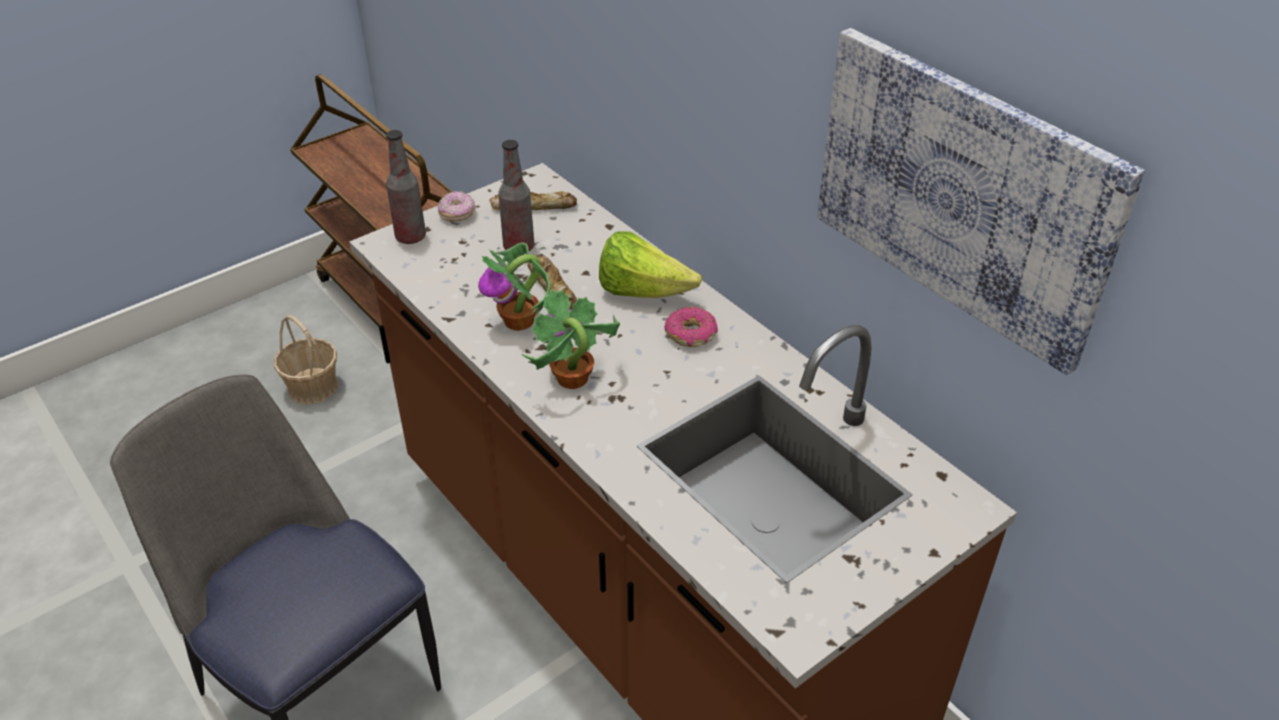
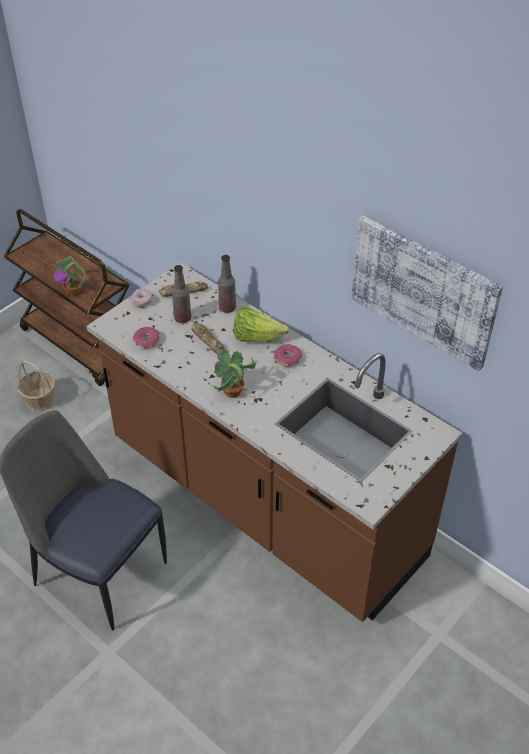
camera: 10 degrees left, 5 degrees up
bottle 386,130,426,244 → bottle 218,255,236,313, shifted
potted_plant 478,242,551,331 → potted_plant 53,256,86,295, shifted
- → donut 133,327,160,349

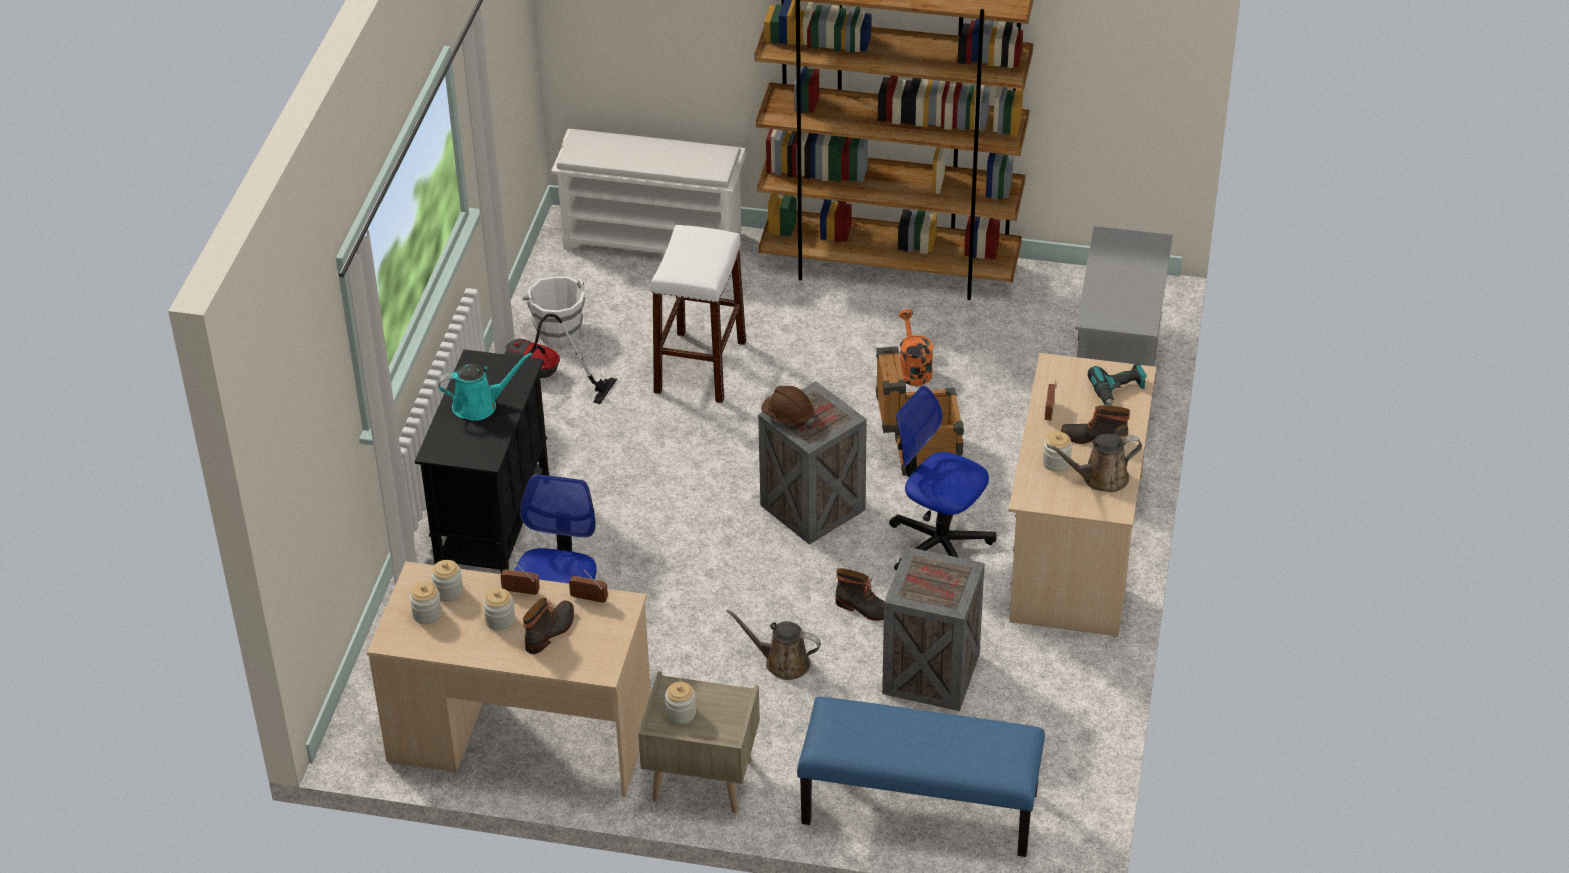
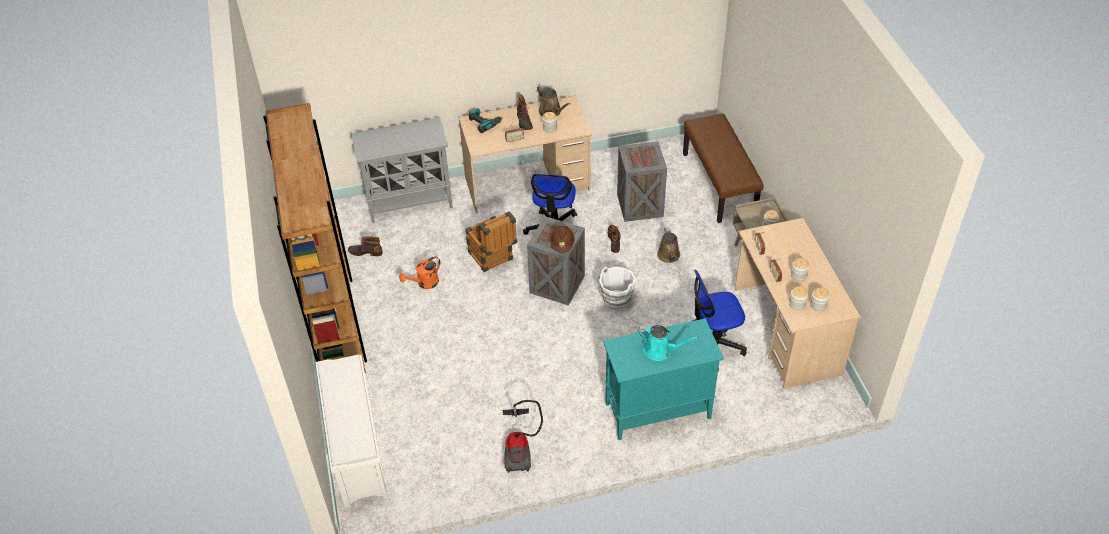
camera: 115 degrees left, 5 degrees up
white_stool 651,225,746,403 → -
white_bucket 522,276,585,345 → white_bucket 597,267,636,310, shifted
black_cabinet 415,349,549,573 → turquoise_cabinet 603,318,724,440
turquoise_watering_can 438,353,532,421 → turquoise_watering_can 637,325,699,361, 150 degrees clockwise
boot 523,598,574,654 → boot 348,236,383,256, shifted
blue_bench 797,697,1045,857 → brown_bench 683,113,763,223

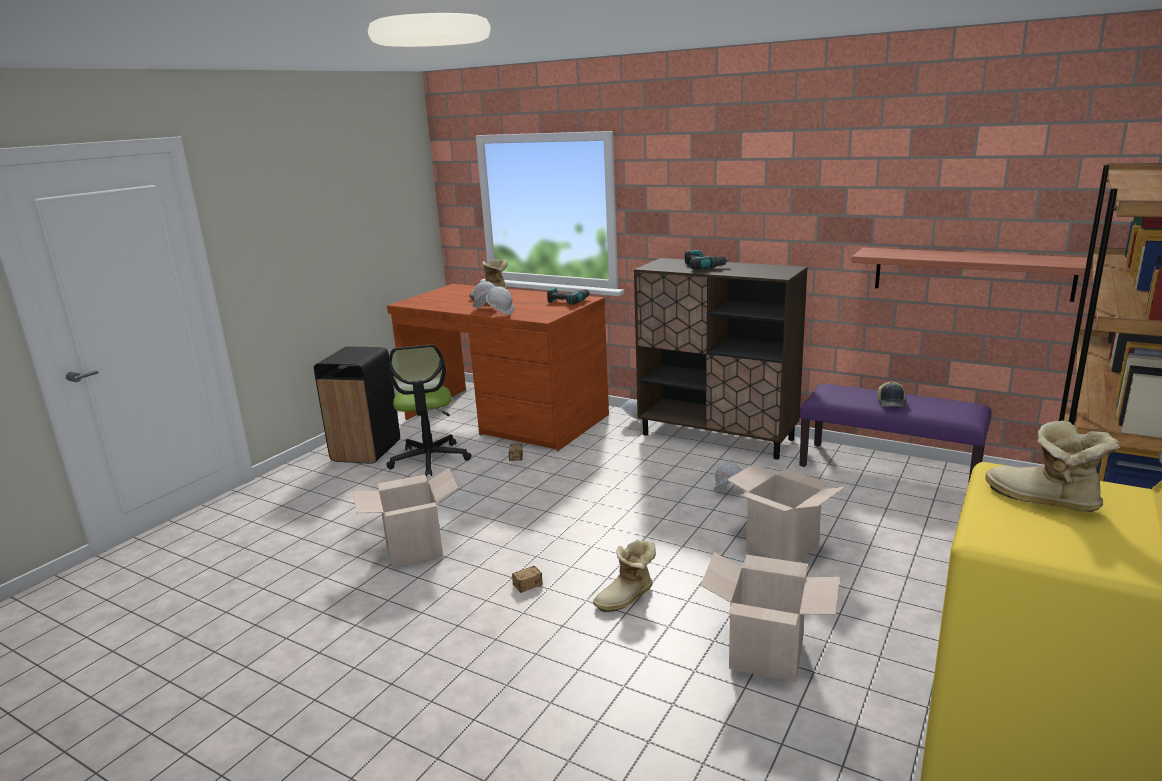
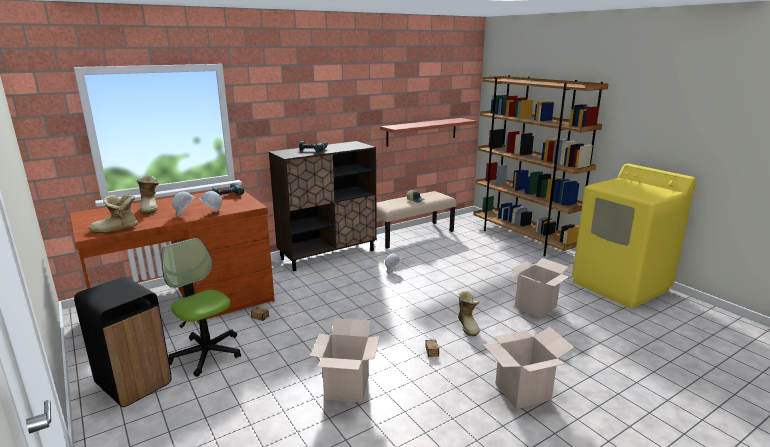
camera: 65 degrees left, 0 degrees up
office_chair 386,345,472,477 → office_chair 162,238,241,377, 150 degrees counterclockwise
purple_bench 799,384,992,484 → beige_bench 376,191,457,249
boot 985,421,1119,512 → boot 89,194,138,233, shifted
cardboard_box 727,463,845,562 → cardboard_box 482,327,574,409, shifted

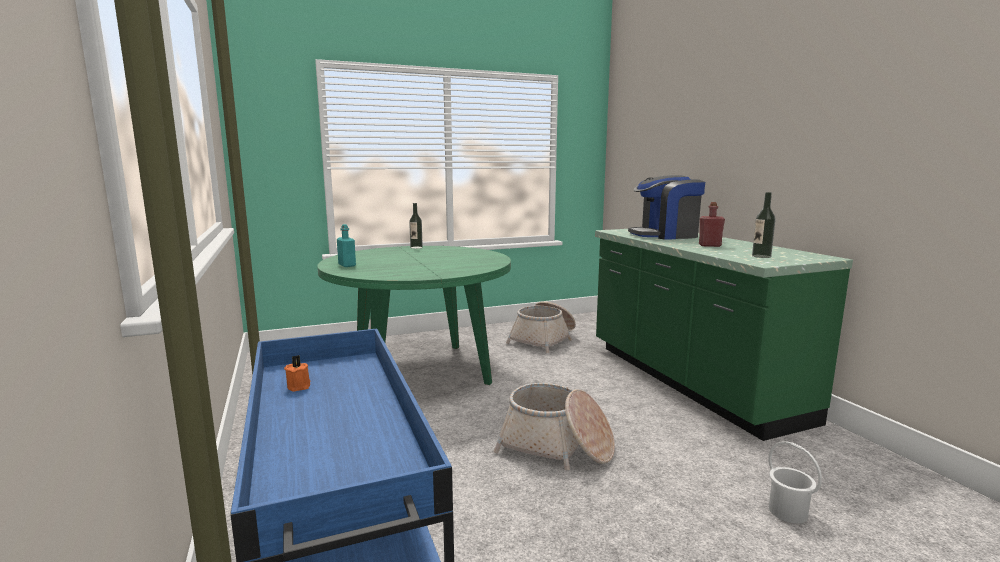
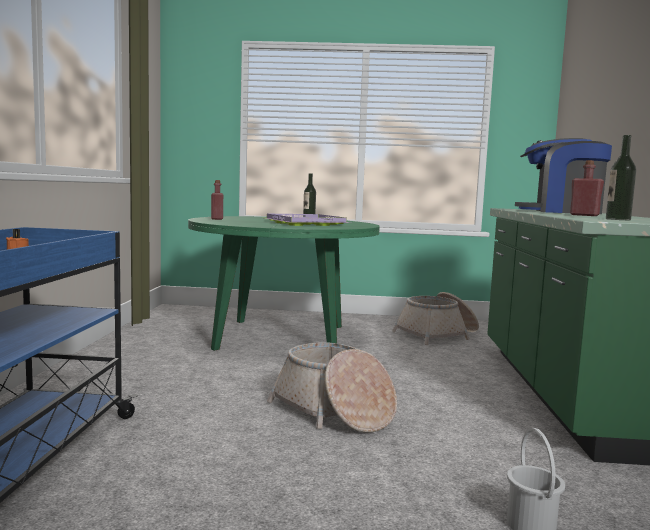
camera: 25 degrees right, 5 degrees down
turquoise_bottle 337,224,356,267 → red_bottle 211,180,223,220
- → purple_tray 265,214,351,226

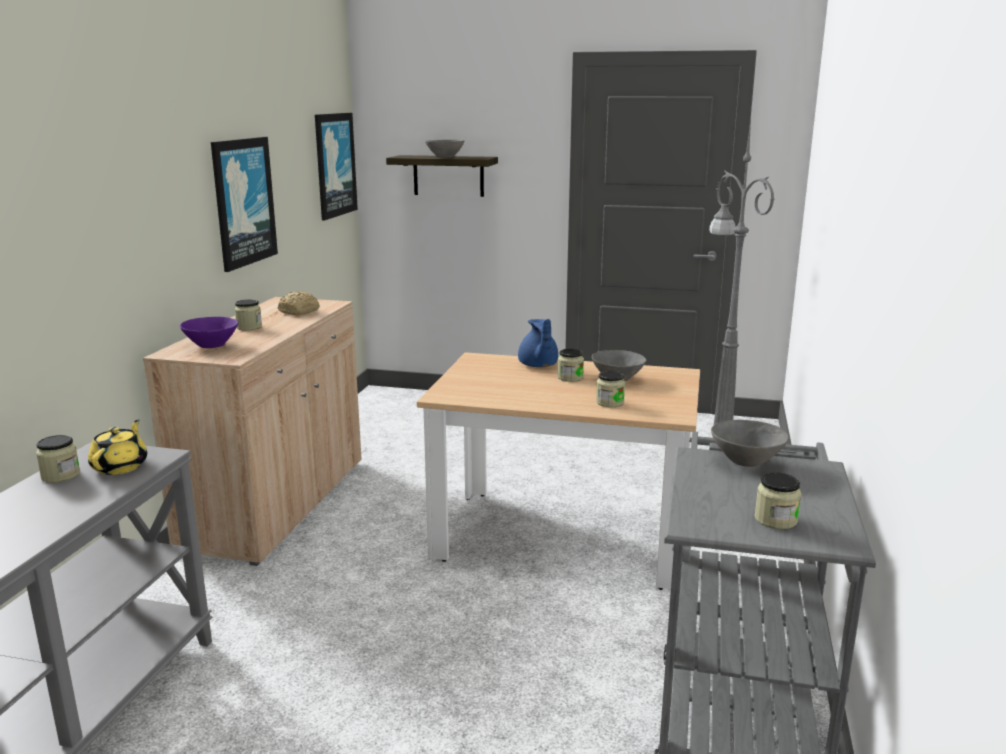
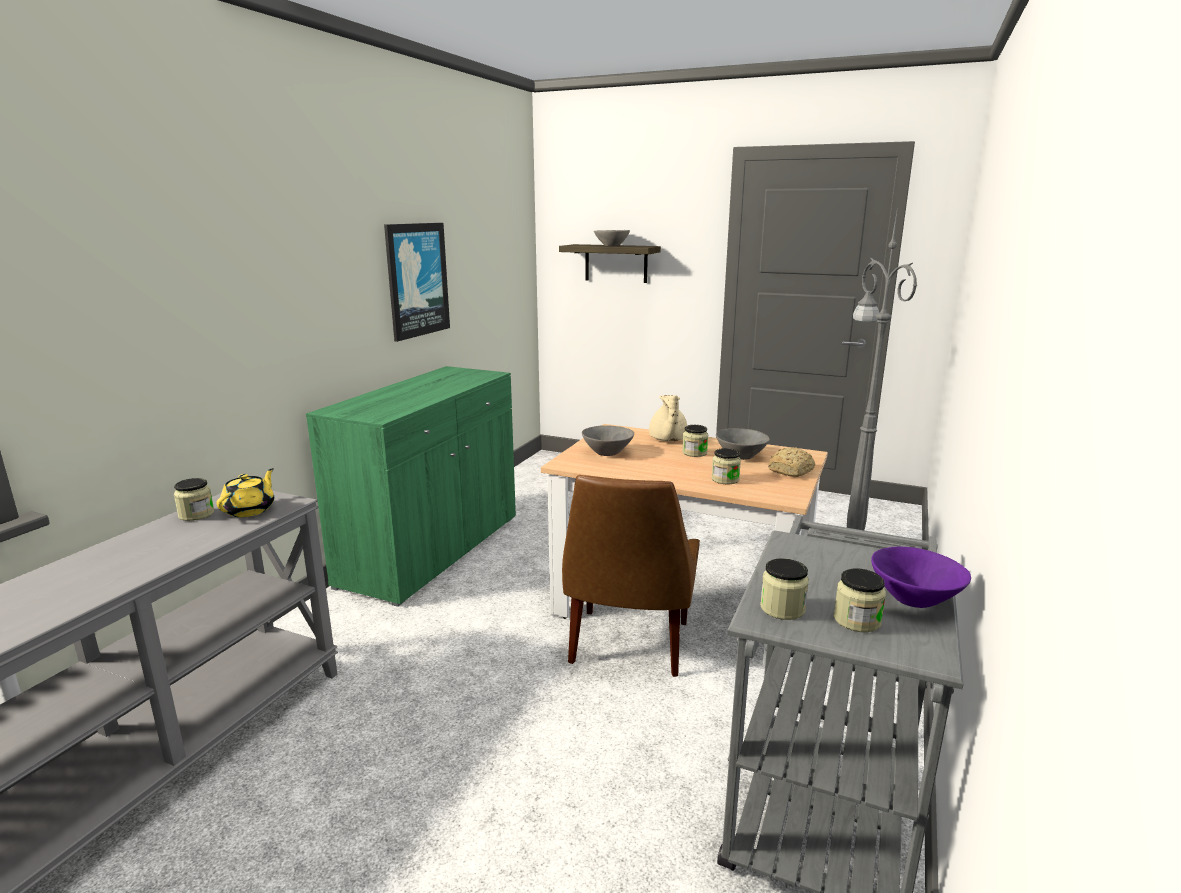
camera: 10 degrees right, 0 degrees up
picture 315,113,358,220 → -
bread 278,291,320,315 → bread 768,447,815,477, shifted
beige_cabinet 143,297,361,566 → green_cabinet 306,366,516,607
jar 234,299,262,331 → jar 760,558,809,620, shifted
purple_bowl 180,317,238,348 → purple_bowl 871,547,971,608, shifted
blue_teapot 518,319,558,367 → beige_teapot 649,395,687,441
grey_bowl 711,420,789,467 → grey_bowl 582,425,634,456, shifted
- → brown_chair 562,475,700,677

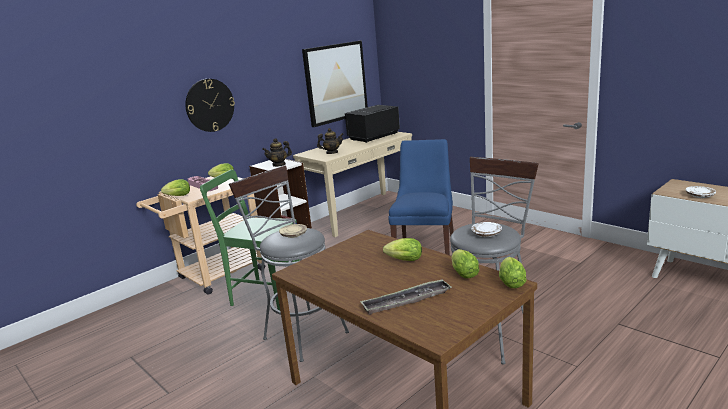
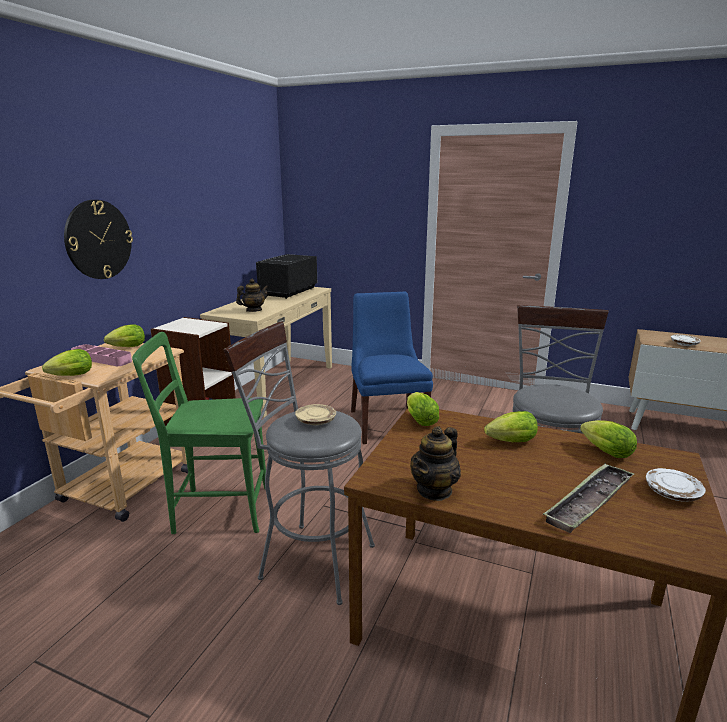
camera: 25 degrees left, 0 degrees up
picture 302,41,368,127 → -
teapot 262,138,292,167 → teapot 410,426,461,501, shifted
white_plate 471,222,502,237 → white_plate 646,468,706,502, shifted
lettuce 499,257,527,288 → lettuce 407,392,439,426, shifted

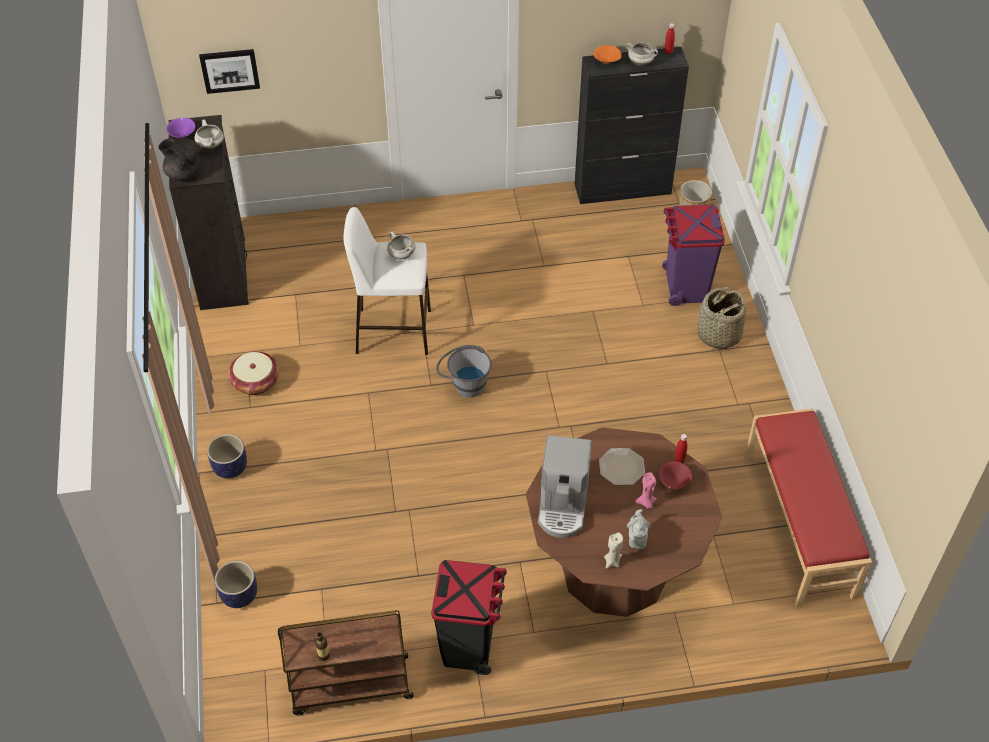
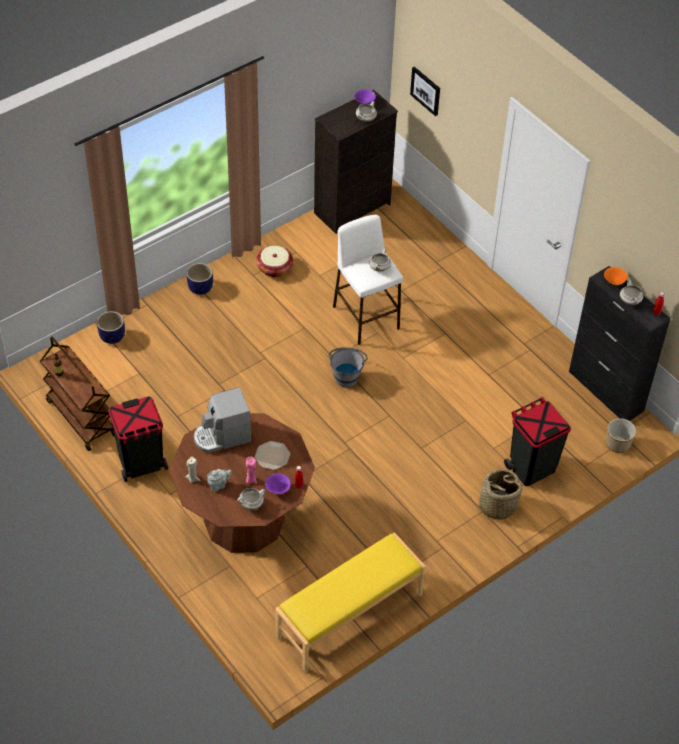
camera: 60 degrees right, 0 degrees up
black_teapot 158,138,201,181 → -
purple_trash_can 662,205,725,306 → black_trash_can 504,397,571,486
red_bench 745,408,872,607 → yellow_bench 275,532,426,673
red_bowl 659,461,692,489 → purple_bowl 265,473,291,494
- → white_cooking_pot 237,488,266,510

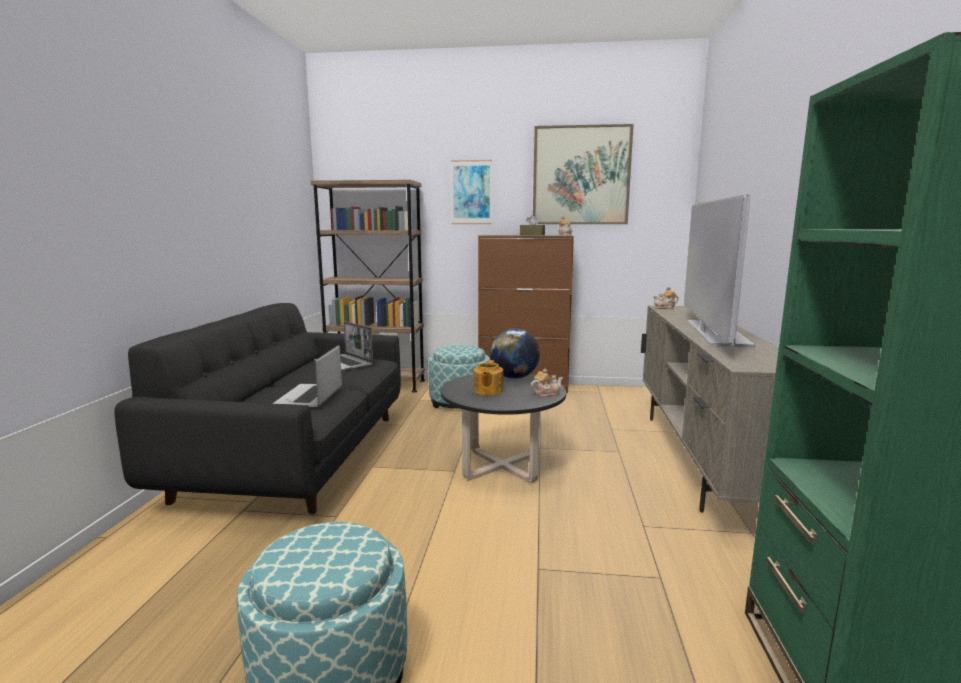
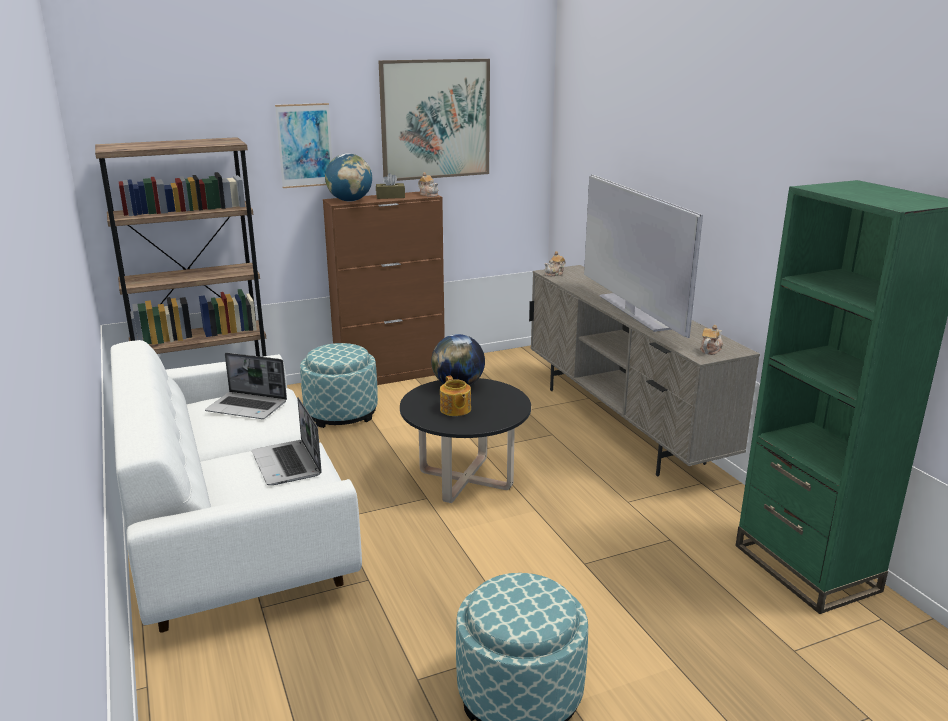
camera: 30 degrees left, 10 degrees up
black_sofa 114,303,401,514 → white_sofa 111,340,362,633
teapot 531,369,563,397 → teapot 700,325,723,355, shifted
- → globe 325,153,372,202

